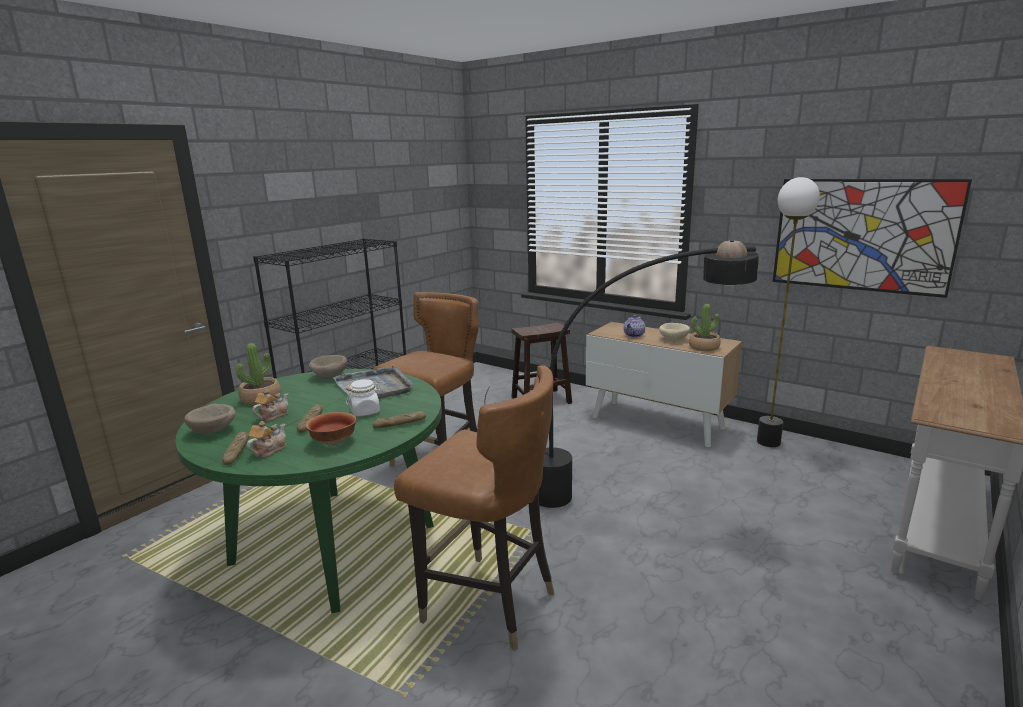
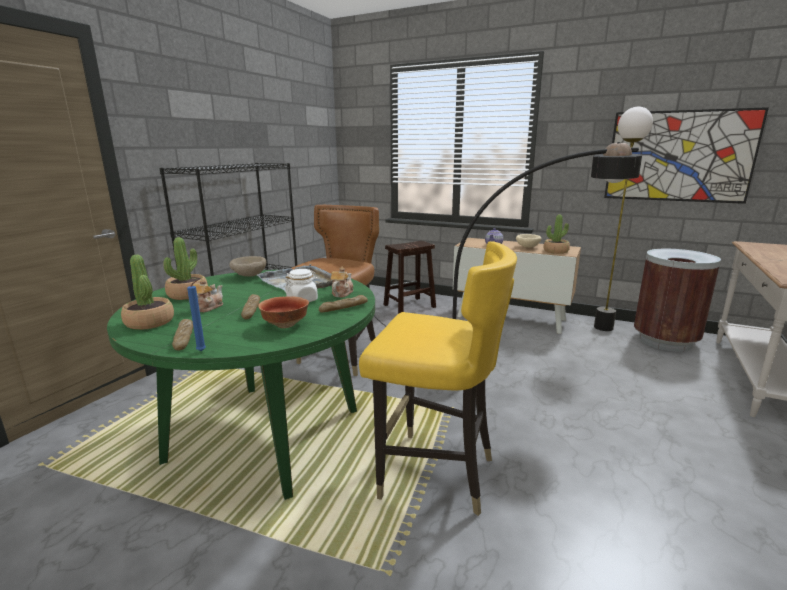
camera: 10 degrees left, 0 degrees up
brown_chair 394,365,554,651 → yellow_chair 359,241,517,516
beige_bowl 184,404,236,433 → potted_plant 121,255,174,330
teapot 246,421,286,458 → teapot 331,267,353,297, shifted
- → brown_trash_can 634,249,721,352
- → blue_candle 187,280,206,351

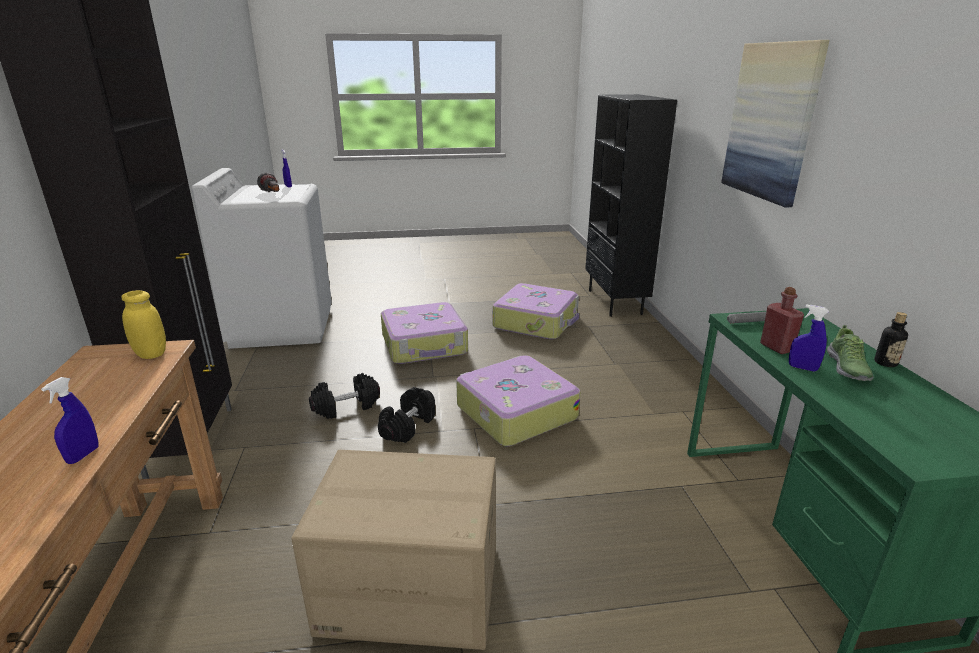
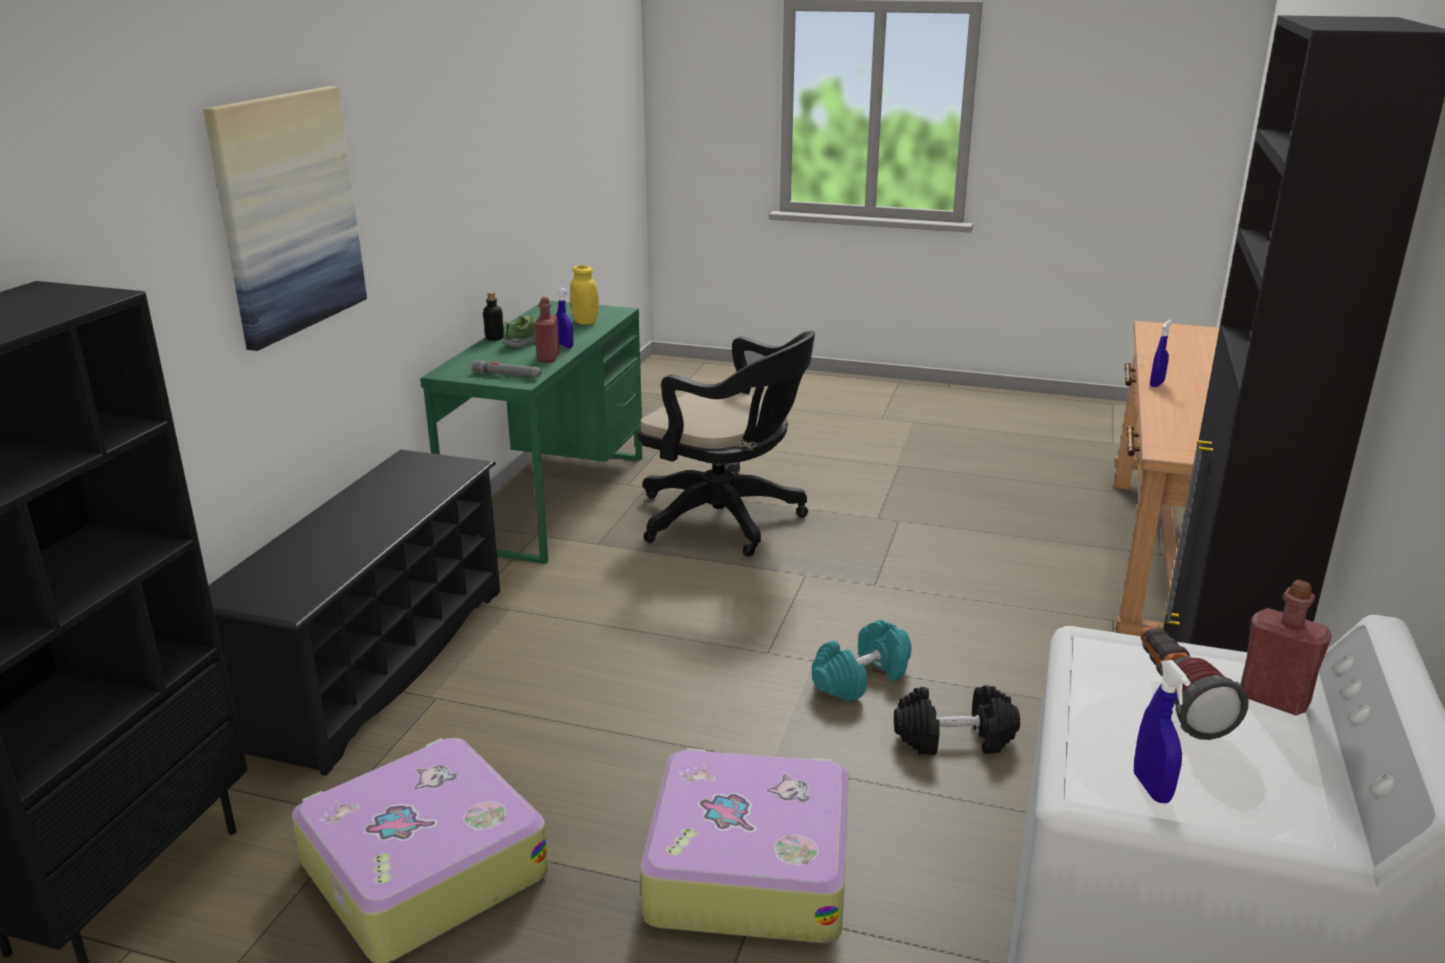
camera: 155 degrees left, 0 degrees up
yellow_jar 121,290,166,359 → yellow_jar 570,265,599,325, shifted
suitcase 456,355,580,446 → -
black_dumbbell 378,387,435,443 → turquoise_dumbbell 812,620,912,701
cardboard_box 291,450,496,650 → -
- → black_office_chair 638,331,815,557
- → black_shoe_rack 208,450,500,776
- → red_bottle 1240,580,1332,715

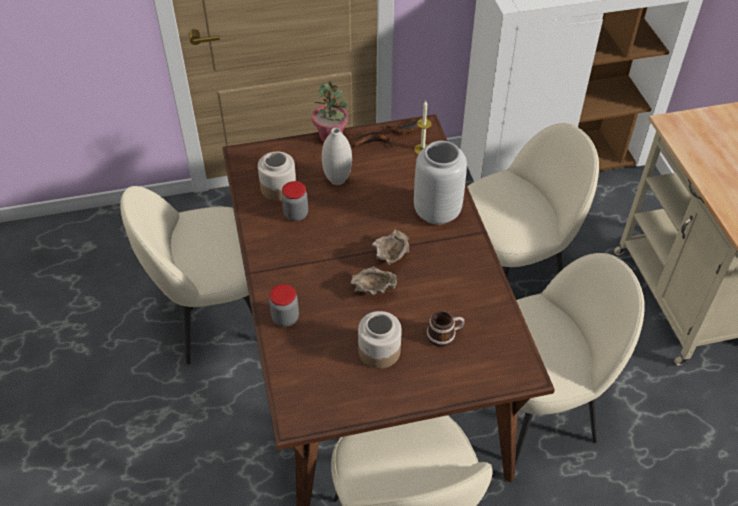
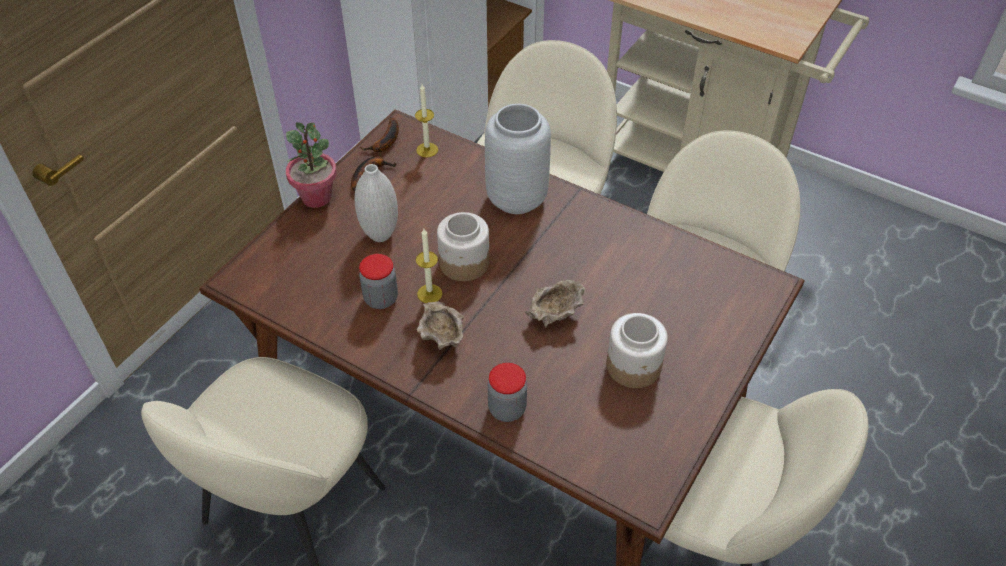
camera: 45 degrees left, 0 degrees up
jar 258,152,296,201 → jar 437,212,489,281, shifted
beige_bowl 372,229,410,265 → beige_bowl 417,301,464,350, shifted
mug 427,311,464,347 → -
- → candle 416,229,442,303

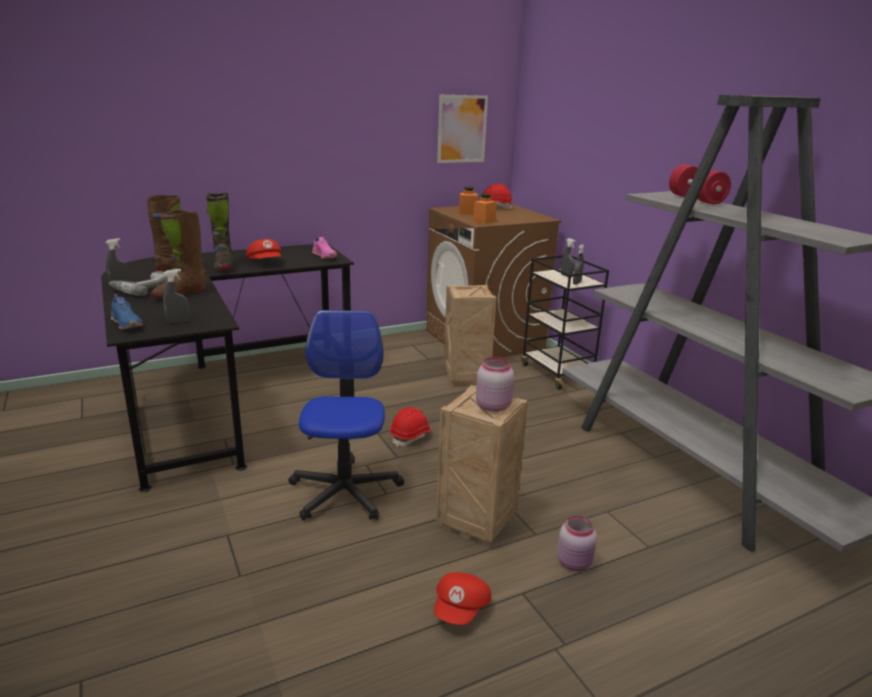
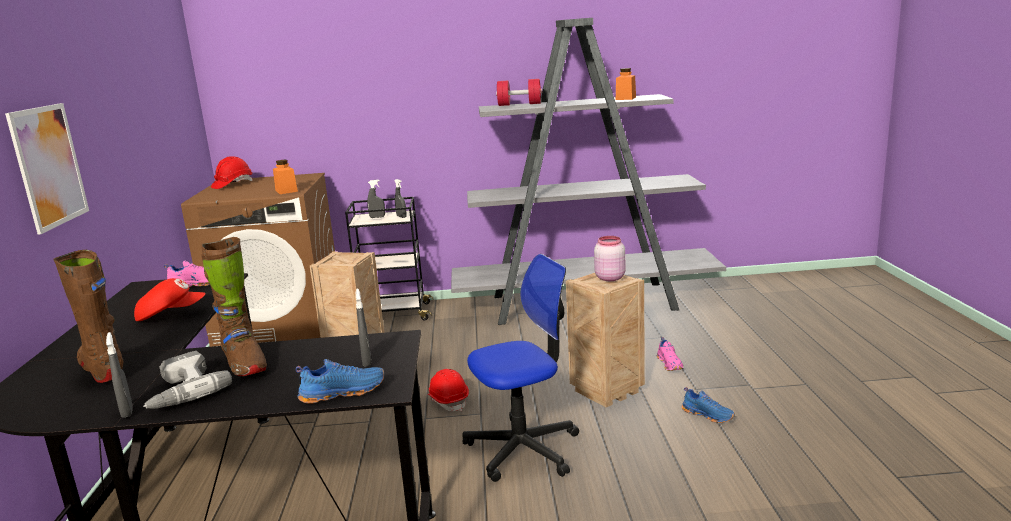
camera: 65 degrees left, 5 degrees down
picture 437,95,488,163 → picture 5,103,89,235, shifted
orange_jar 458,187,478,215 → orange_jar 616,68,636,100, shifted
black_boot 206,192,233,270 → -
office_chair 288,310,404,520 → office_chair 462,254,579,482, 135 degrees clockwise
pink_jar 557,516,597,571 → pink_shoe 657,337,683,371
red_cap 434,572,491,625 → blue_shoe 682,387,735,423

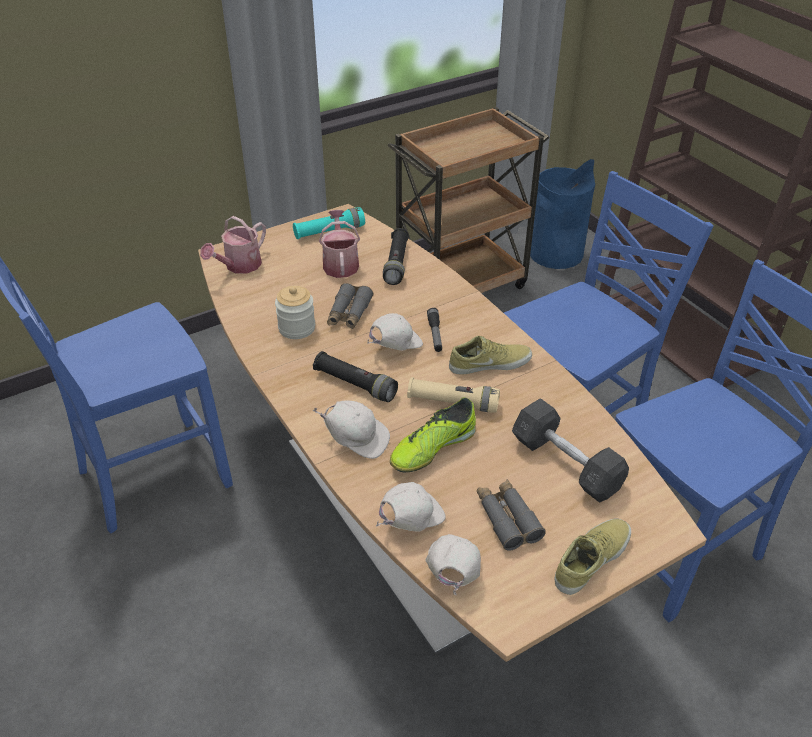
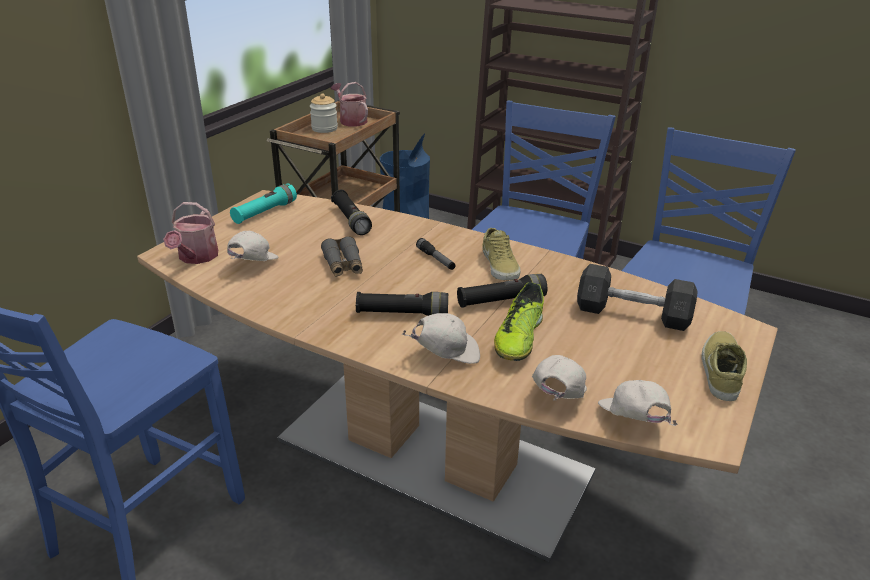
camera: 30 degrees left, 10 degrees down
watering_can 319,210,360,278 → watering_can 331,82,368,126, shifted
jar 275,286,315,339 → jar 310,93,338,133, shifted
white_cap 367,313,423,351 → white_cap 227,231,278,261, shifted
beige_shoe 449,336,532,375 → beige_shoe 482,228,521,280, 120 degrees clockwise
beige_flashlight 407,377,500,413 → black_flashlight 457,274,547,308
grey_binoculars 477,479,546,551 → -

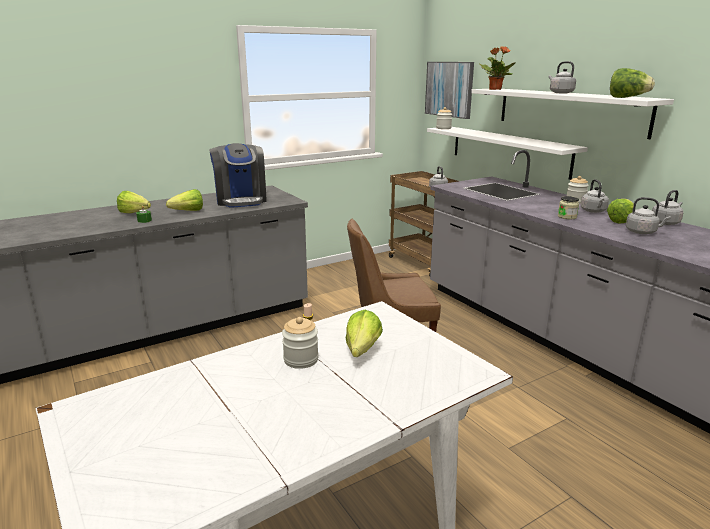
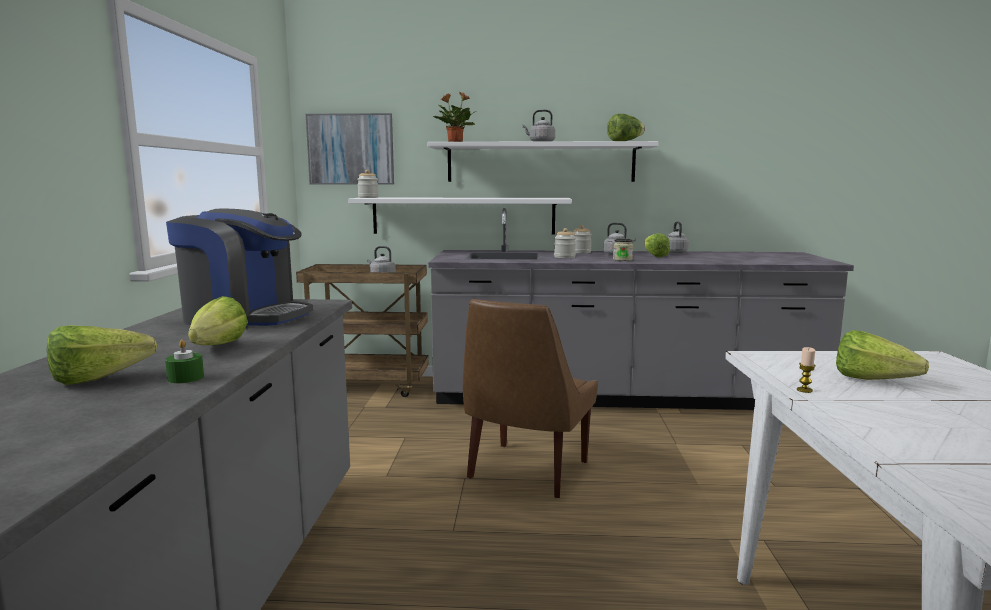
camera: 55 degrees left, 10 degrees down
grey_kettle 626,197,671,234 → -
jar 282,317,319,369 → jar 554,228,576,258, shifted

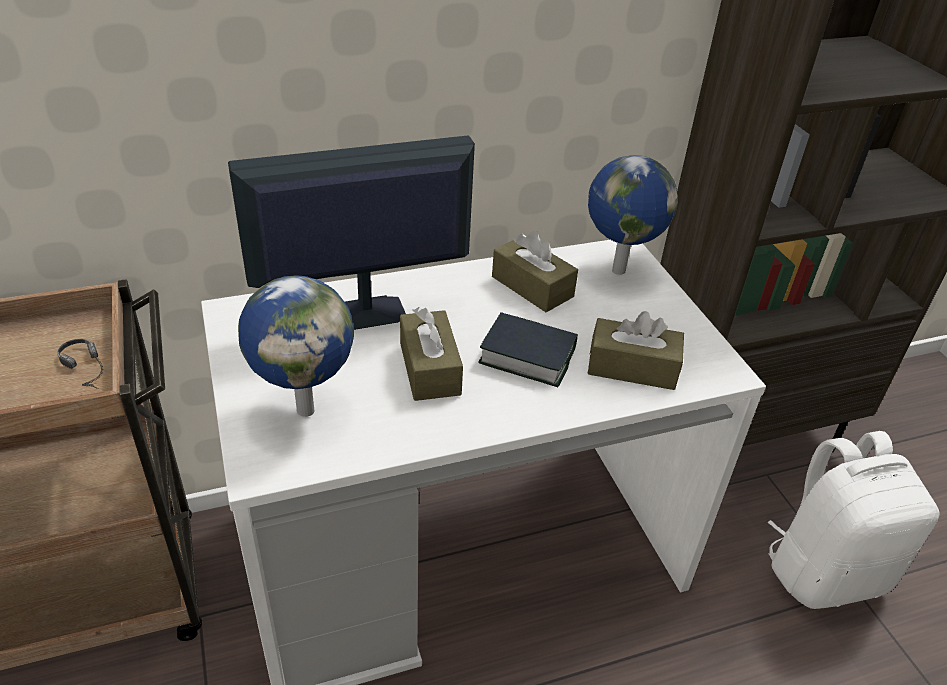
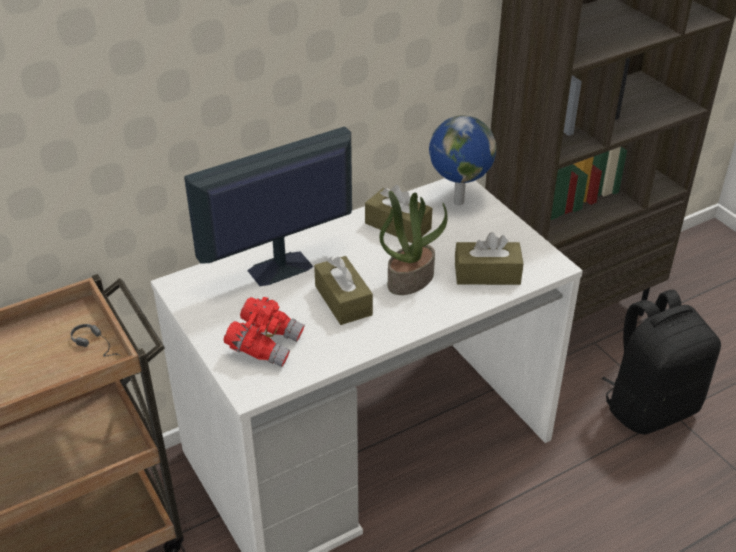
camera: 10 degrees left, 0 degrees up
globe 238,275,354,417 → red_binoculars 223,297,305,367
book 478,312,578,387 → potted_plant 380,191,448,295
white_backpack 768,431,939,609 → black_backpack 601,290,721,434

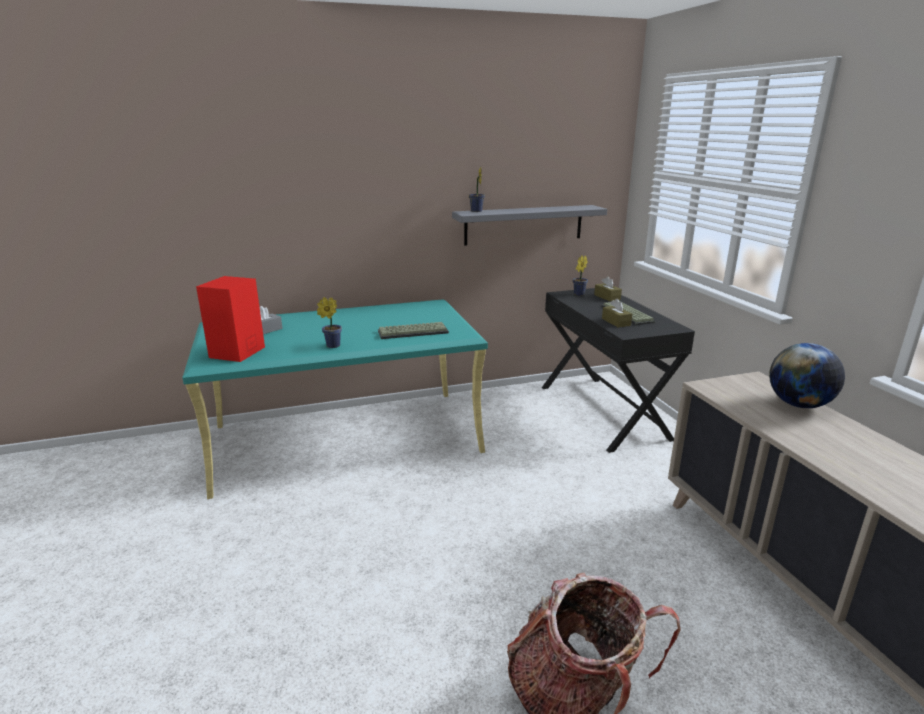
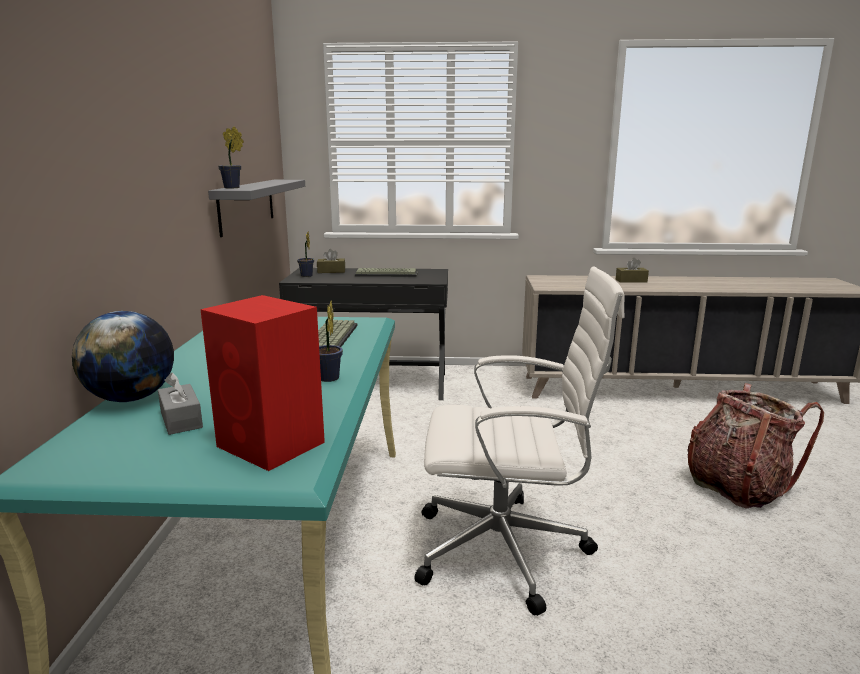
camera: 70 degrees left, 5 degrees down
brown_tissue_box 602,299,632,328 → brown_tissue_box 616,258,649,283, shifted
globe 769,343,845,408 → globe 72,311,174,402, shifted
- → white_office_chair 414,267,625,616

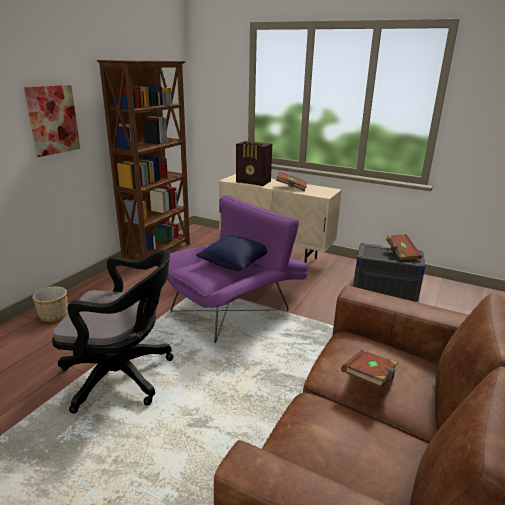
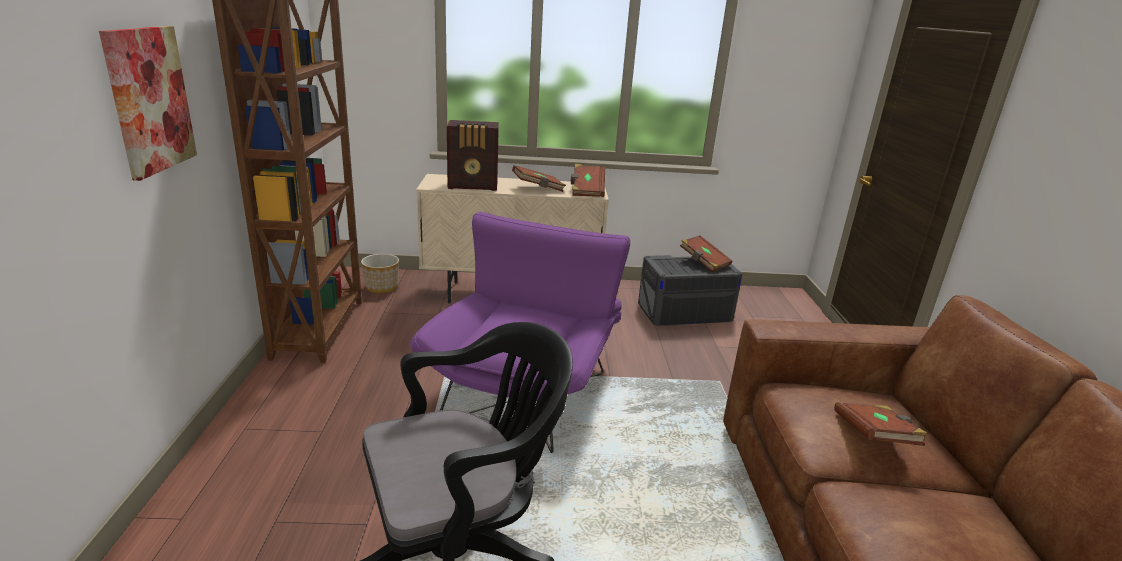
camera: 30 degrees left, 0 degrees up
blue_pillow 196,235,267,271 → -
planter 32,286,68,322 → planter 361,254,399,294, shifted
- → brown_book 571,164,605,197

